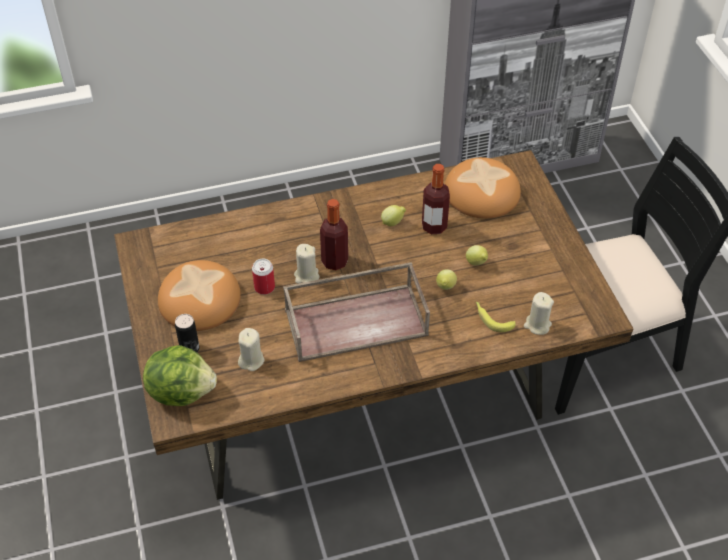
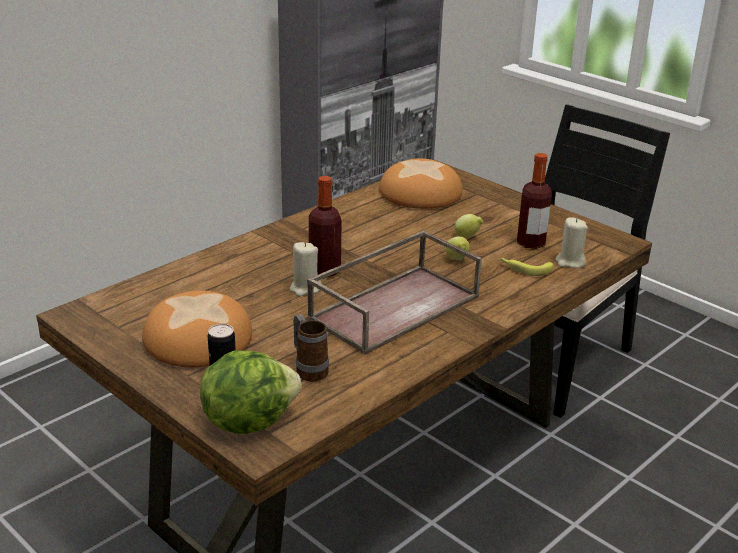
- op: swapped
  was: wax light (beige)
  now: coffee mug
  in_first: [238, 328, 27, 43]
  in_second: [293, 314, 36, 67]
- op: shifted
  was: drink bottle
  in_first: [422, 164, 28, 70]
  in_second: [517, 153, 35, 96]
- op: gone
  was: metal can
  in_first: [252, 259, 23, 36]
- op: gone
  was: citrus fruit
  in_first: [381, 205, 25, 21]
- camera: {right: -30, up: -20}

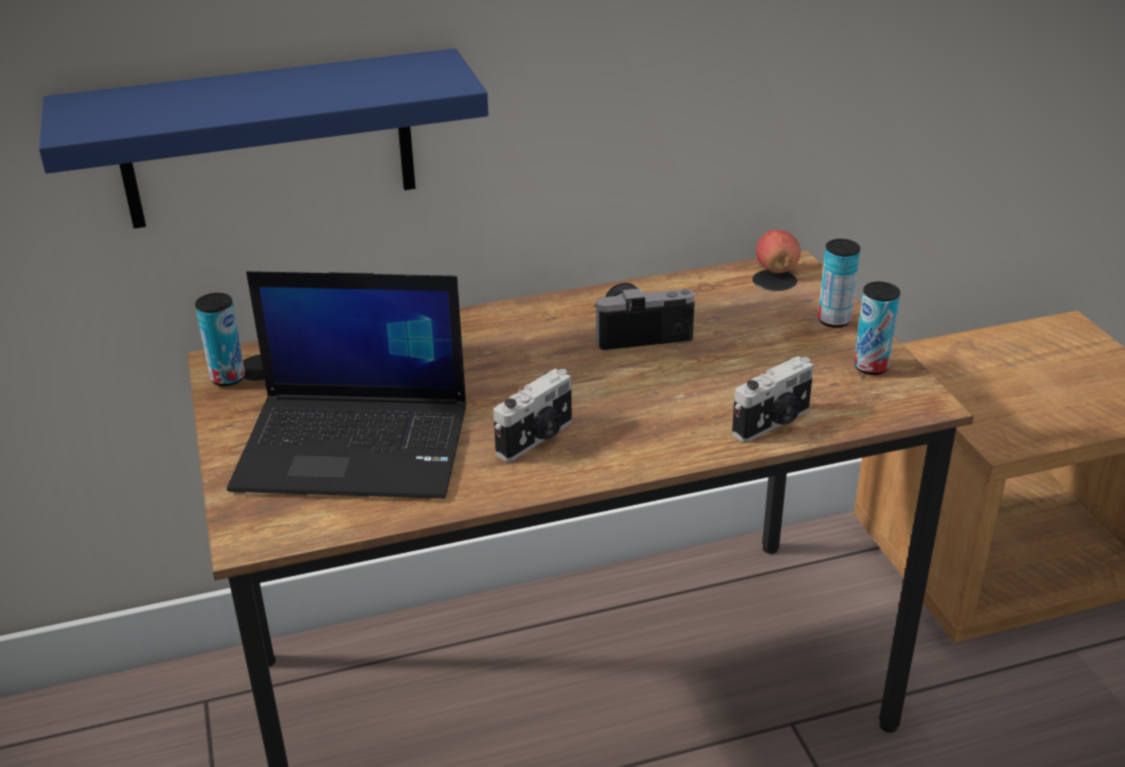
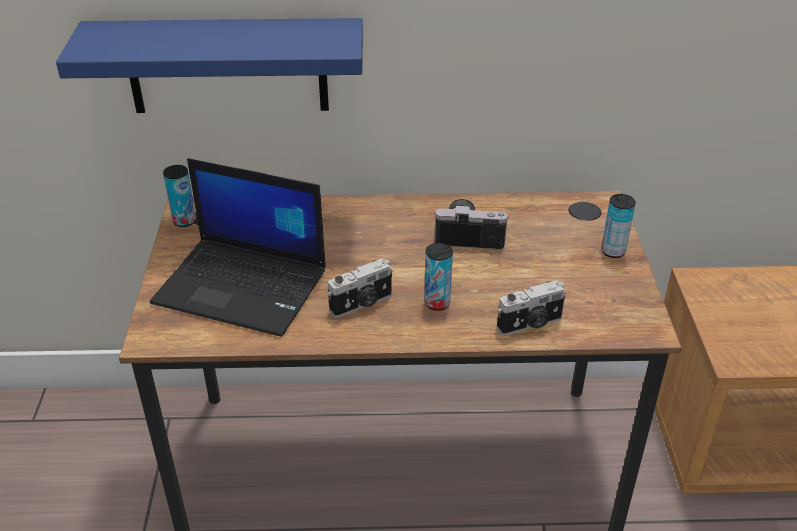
- op: shifted
  was: metal can
  in_first: [854, 282, 46, 93]
  in_second: [424, 243, 29, 68]
- op: gone
  was: whole apple
  in_first: [756, 230, 45, 43]
- camera: {right: 15, up: 5}

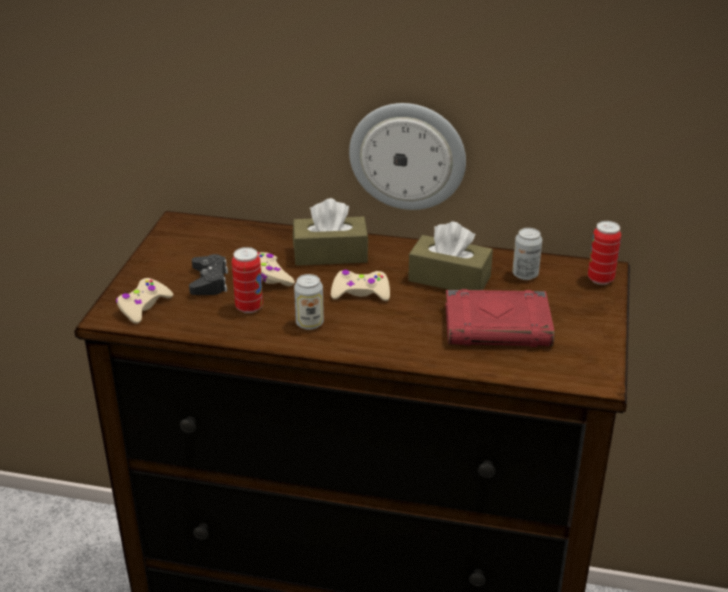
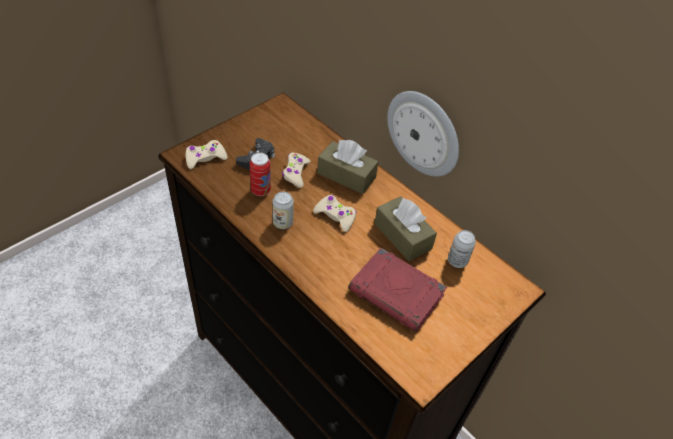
- op: gone
  was: metal can
  in_first: [588, 221, 33, 64]
- camera: {right: 30, up: 15}

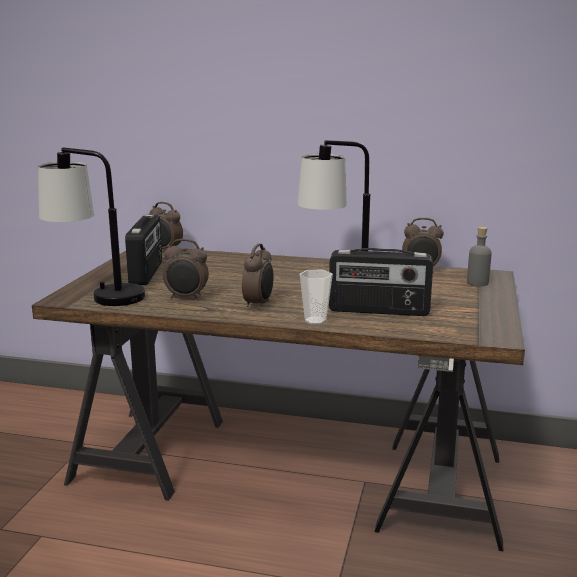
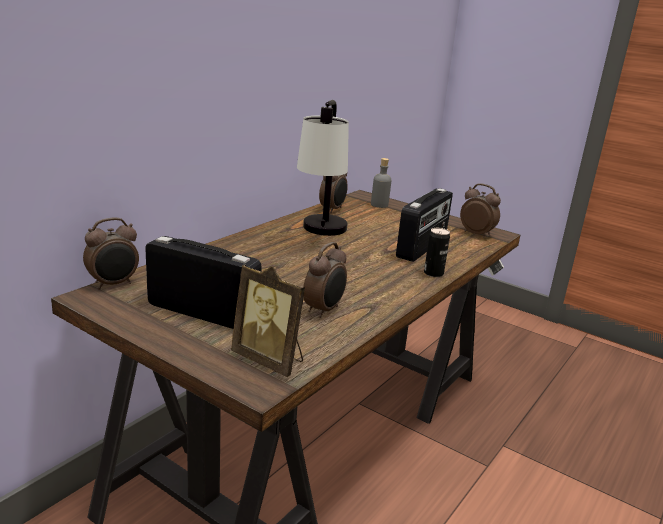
- op: swapped
  was: table lamp
  now: standing frame
  in_first: [38, 147, 107, 159]
  in_second: [231, 264, 74, 113]
- op: swapped
  was: small cup
  now: metal can
  in_first: [300, 270, 33, 55]
  in_second: [424, 228, 26, 49]
- op: shifted
  was: table clock
  in_first: [242, 244, 32, 66]
  in_second: [460, 184, 41, 54]
- camera: {right: -70, up: 5}

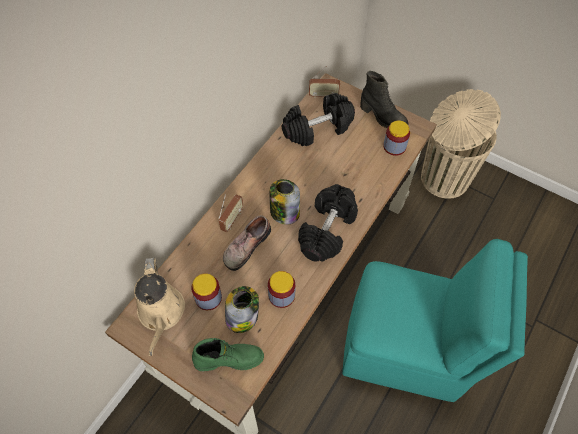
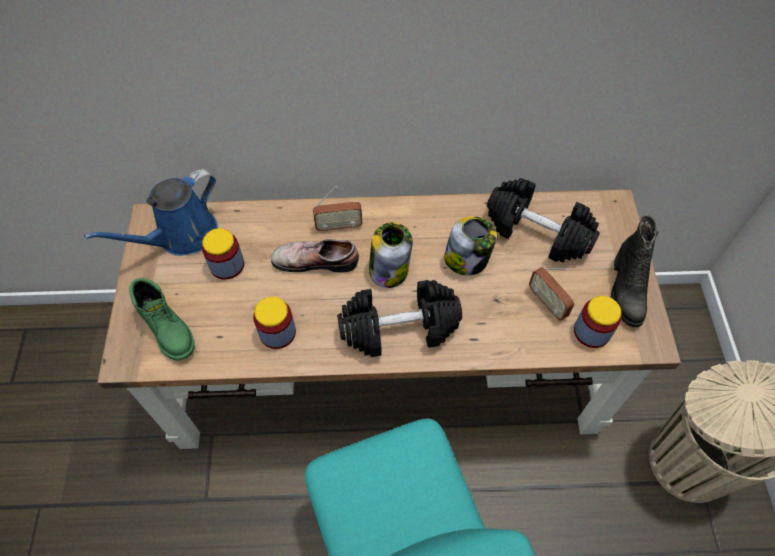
- op: repainted
  was: sprinkling can (beige)
  now: sprinkling can (blue)
  in_first: [134, 257, 51, 99]
  in_second: [84, 169, 134, 87]
- op: shifted
  was: jar
  in_first: [225, 286, 34, 47]
  in_second: [444, 216, 53, 59]
- op: shifted
  was: radio
  in_first: [309, 66, 31, 32]
  in_second: [529, 267, 45, 54]
- camera: {right: 55, up: 0}

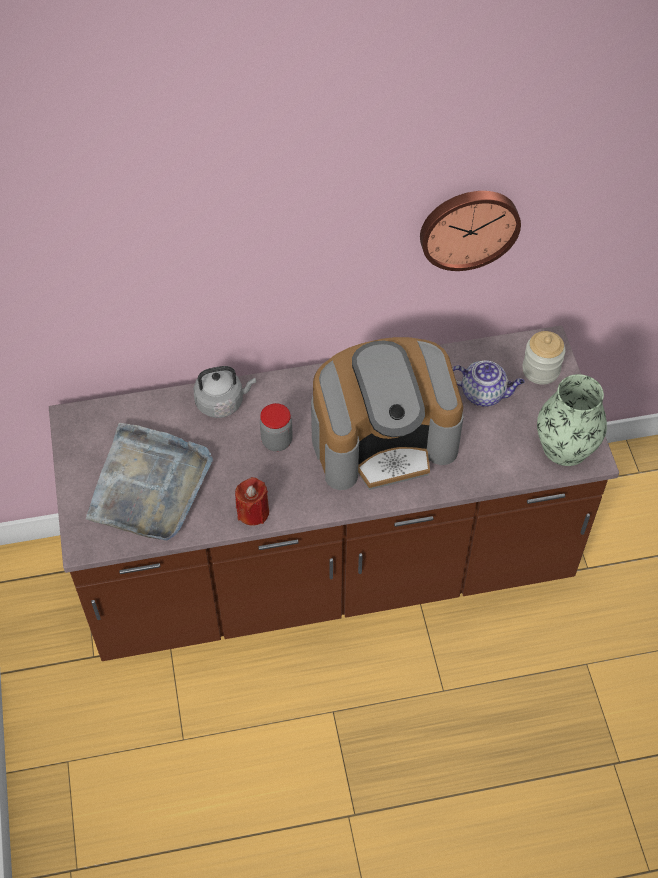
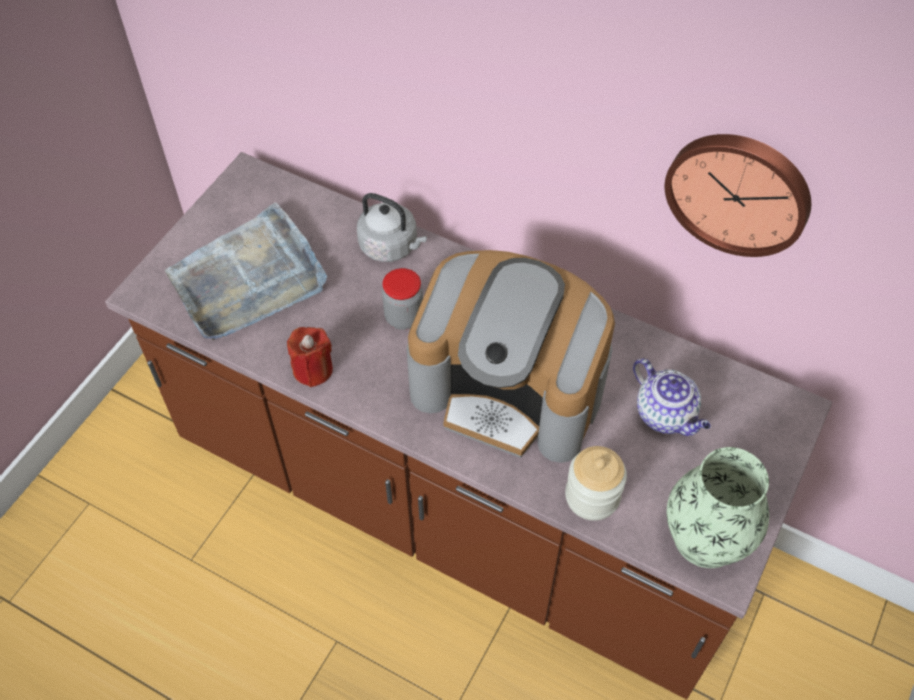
- op: shifted
  was: jar
  in_first: [522, 331, 44, 54]
  in_second: [565, 446, 62, 75]
- camera: {right: 40, up: 0}

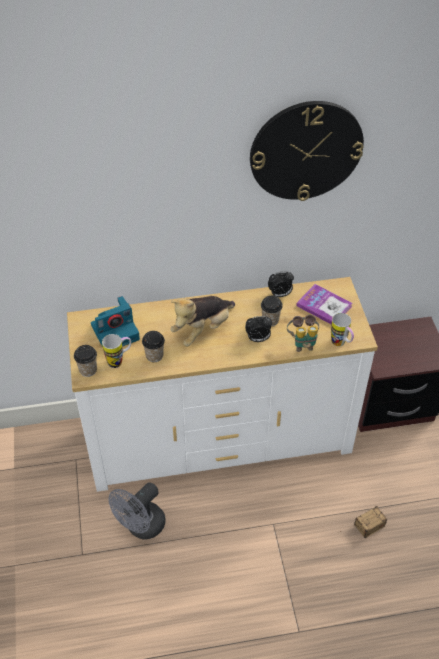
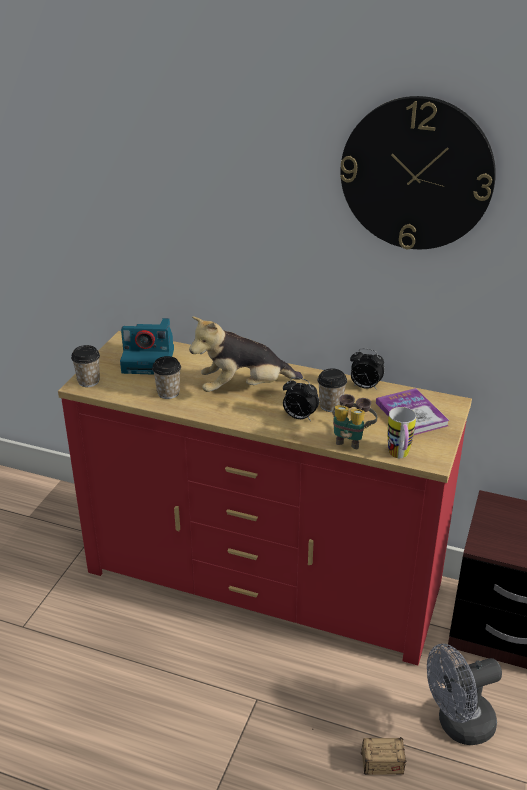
- op: repainted
  was: chest of drawers (whitish)
  now: chest of drawers (red-coloured)
  in_first: [67, 277, 311, 215]
  in_second: [58, 331, 414, 335]
- op: shifted
  was: electric fan (greyish)
  in_first: [108, 482, 58, 58]
  in_second: [427, 644, 75, 101]
- op: gone
  was: coffee mug
  in_first: [102, 334, 29, 34]
- camera: {right: 30, up: -15}

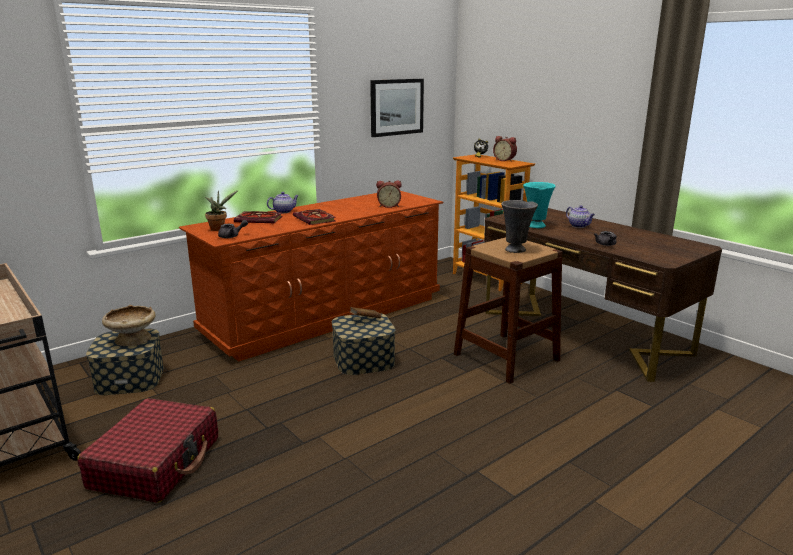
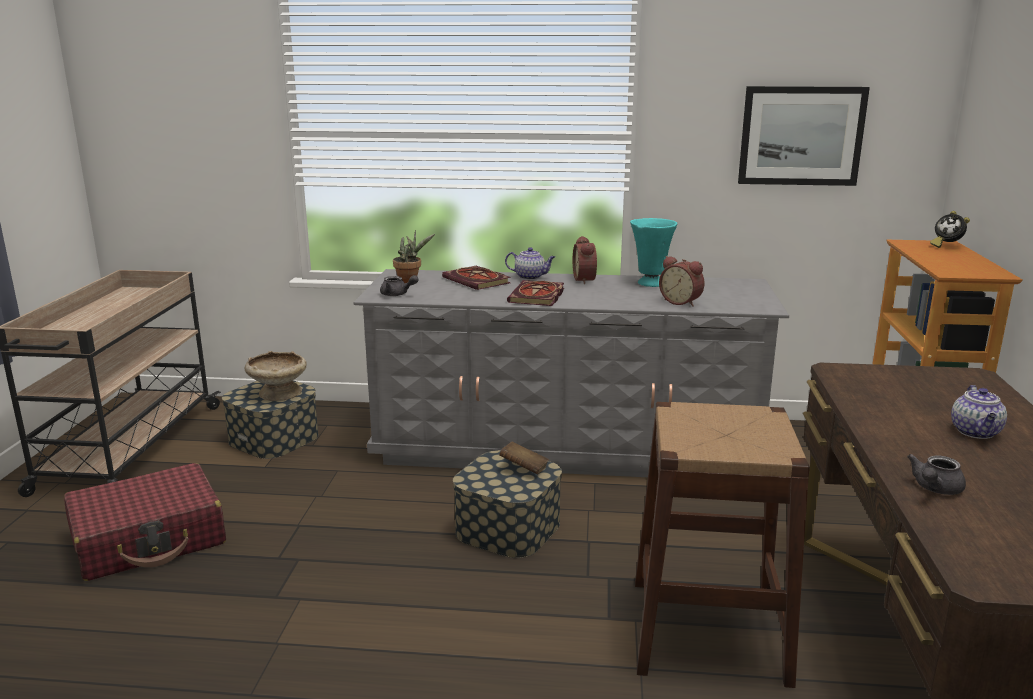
- op: repainted
  was: chest of drawers (brown)
  now: chest of drawers (greyish)
  in_first: [179, 191, 264, 171]
  in_second: [353, 269, 436, 208]
- op: shifted
  was: table clock
  in_first: [493, 136, 24, 26]
  in_second: [573, 236, 24, 48]
- op: shifted
  was: vase (blue-green)
  in_first: [523, 182, 33, 46]
  in_second: [630, 218, 47, 69]
- op: gone
  was: vase (greyish)
  in_first: [501, 200, 37, 53]
- camera: {right: 45, up: 0}

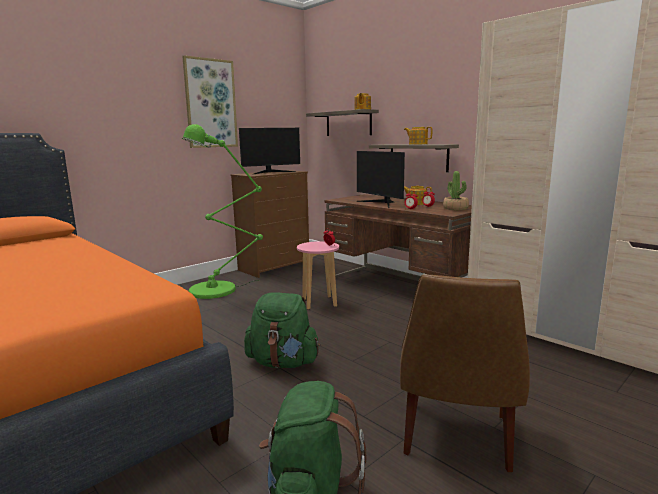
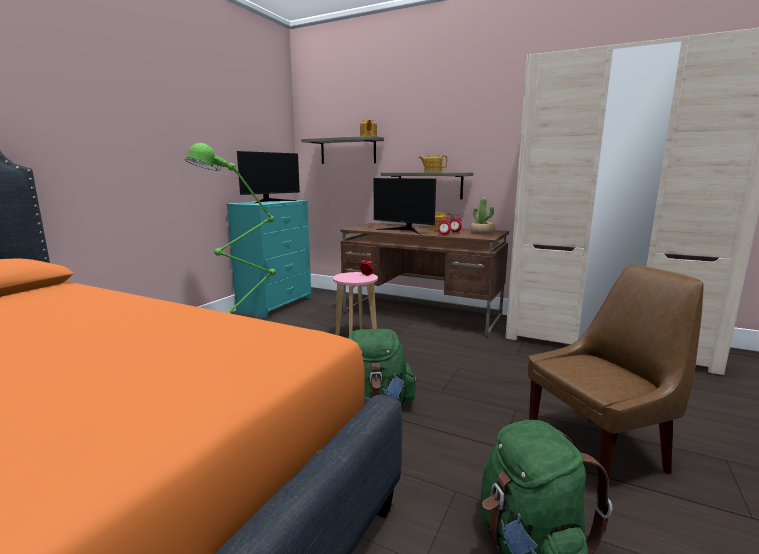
- op: repainted
  was: chest of drawers (brown)
  now: chest of drawers (blue-green)
  in_first: [231, 170, 78, 108]
  in_second: [226, 200, 85, 117]
- op: rotated
  was: upright chair (brown)
  in_first: [400, 274, 130, 198]
  in_second: [528, 265, 176, 227]
  clockwise: -105
- op: gone
  was: wall picture
  in_first: [182, 55, 56, 93]
- camera: {right: -20, up: 0}

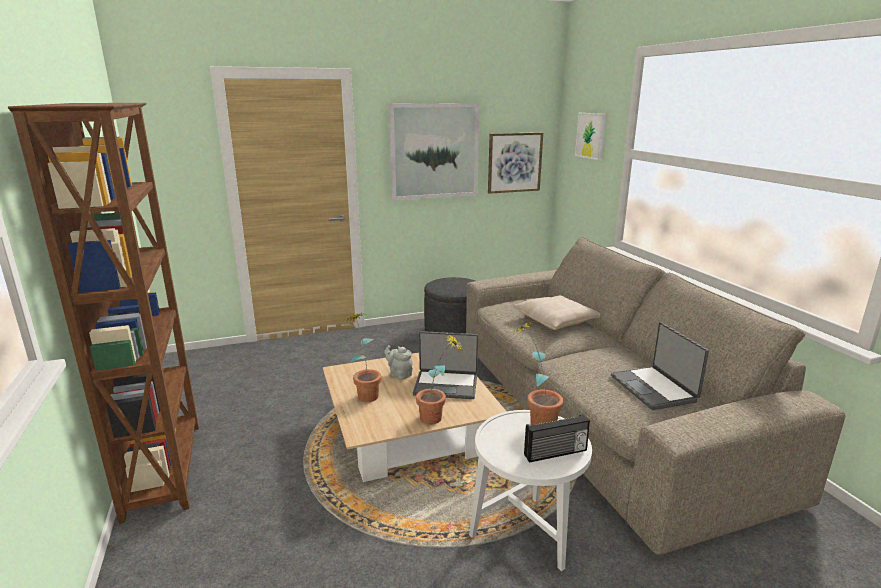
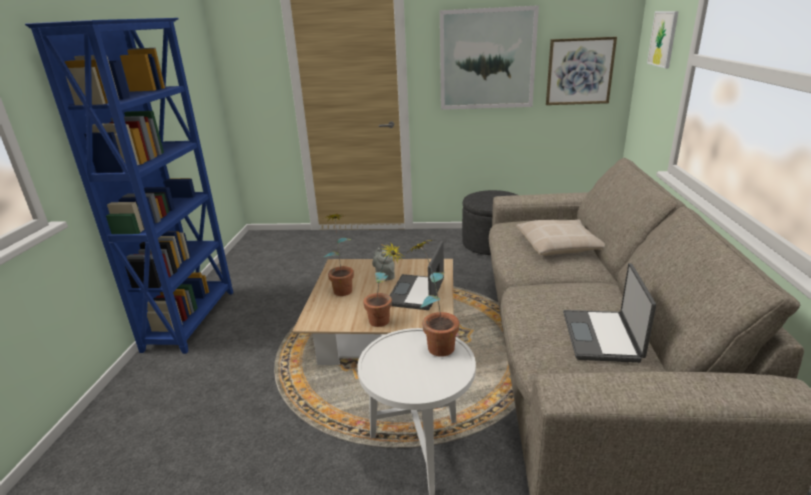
- op: repainted
  was: shelving unit (brown)
  now: shelving unit (blue)
  in_first: [8, 103, 191, 421]
  in_second: [25, 18, 208, 336]
- op: rotated
  was: notebook computer
  in_first: [413, 331, 65, 68]
  in_second: [389, 241, 55, 69]
  clockwise: 75
- op: gone
  was: radio
  in_first: [524, 414, 66, 49]
- camera: {right: 25, up: 5}

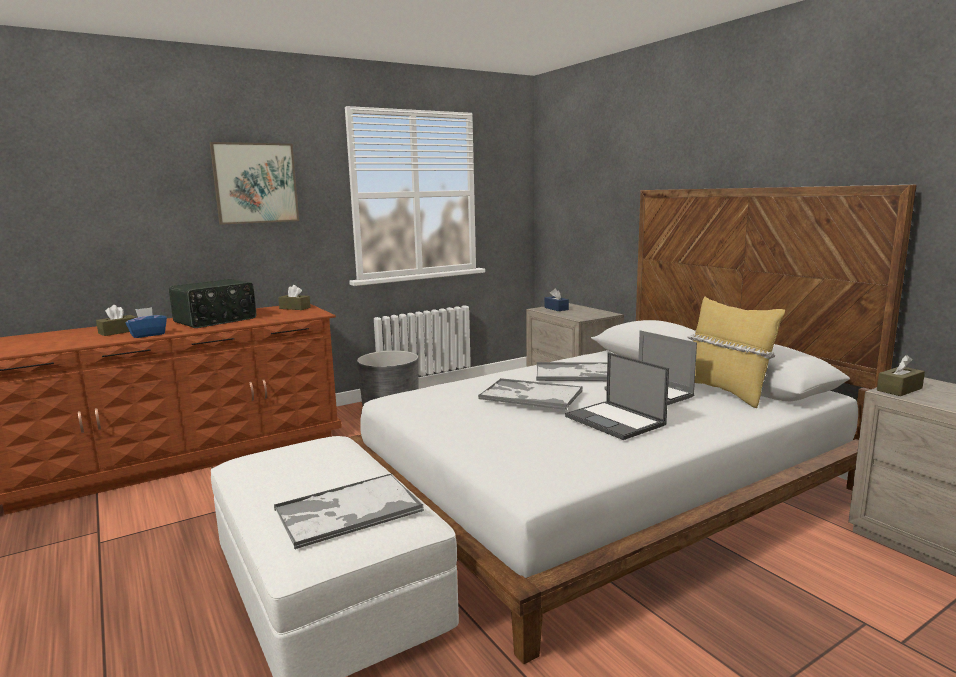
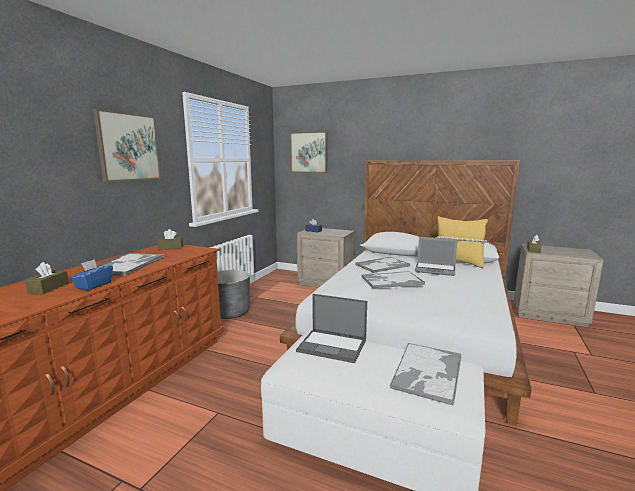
- op: swapped
  was: radio
  now: serving tray
  in_first: [169, 279, 88, 49]
  in_second: [84, 253, 80, 23]
- op: new
  now: wall picture
  in_second: [290, 131, 38, 42]
- op: shifted
  was: notebook computer
  in_first: [565, 352, 104, 88]
  in_second: [296, 294, 71, 69]
- camera: {right: -35, up: 0}

